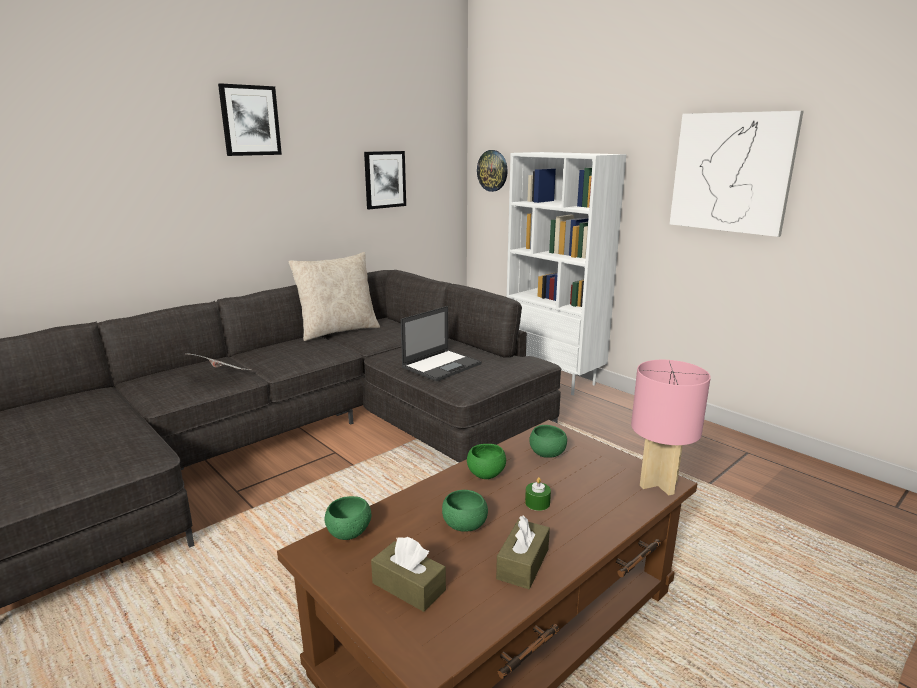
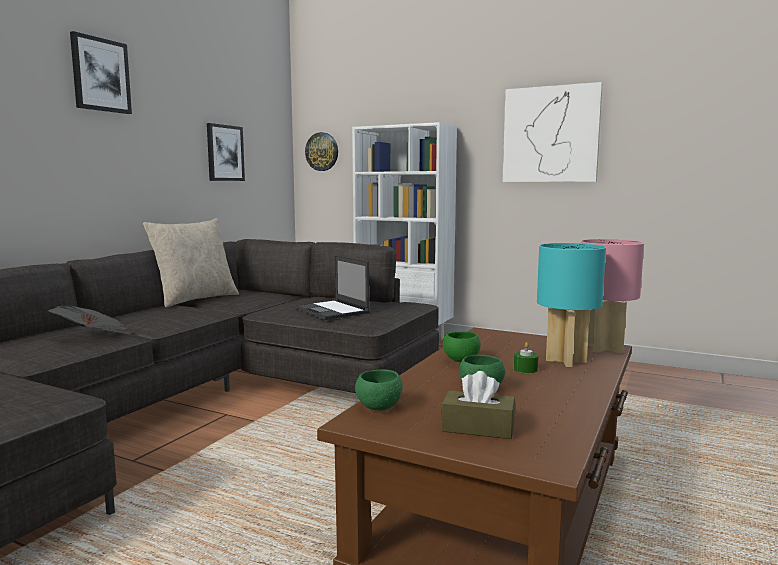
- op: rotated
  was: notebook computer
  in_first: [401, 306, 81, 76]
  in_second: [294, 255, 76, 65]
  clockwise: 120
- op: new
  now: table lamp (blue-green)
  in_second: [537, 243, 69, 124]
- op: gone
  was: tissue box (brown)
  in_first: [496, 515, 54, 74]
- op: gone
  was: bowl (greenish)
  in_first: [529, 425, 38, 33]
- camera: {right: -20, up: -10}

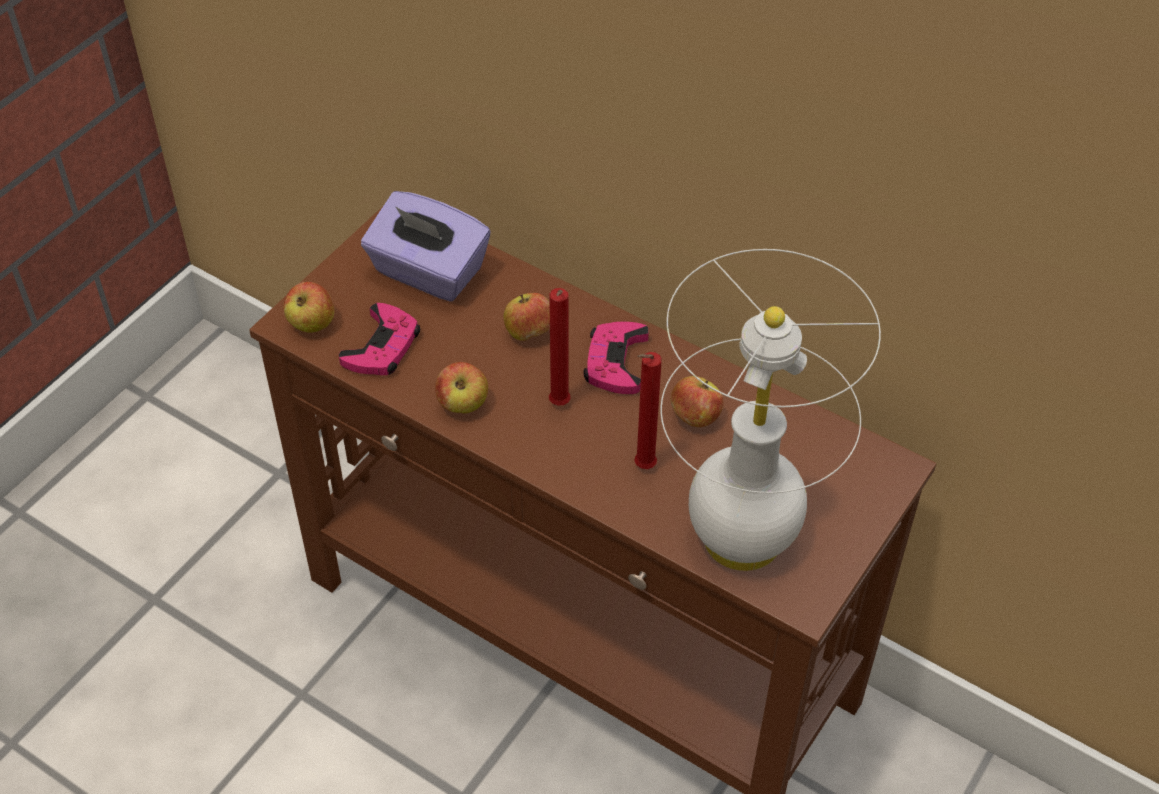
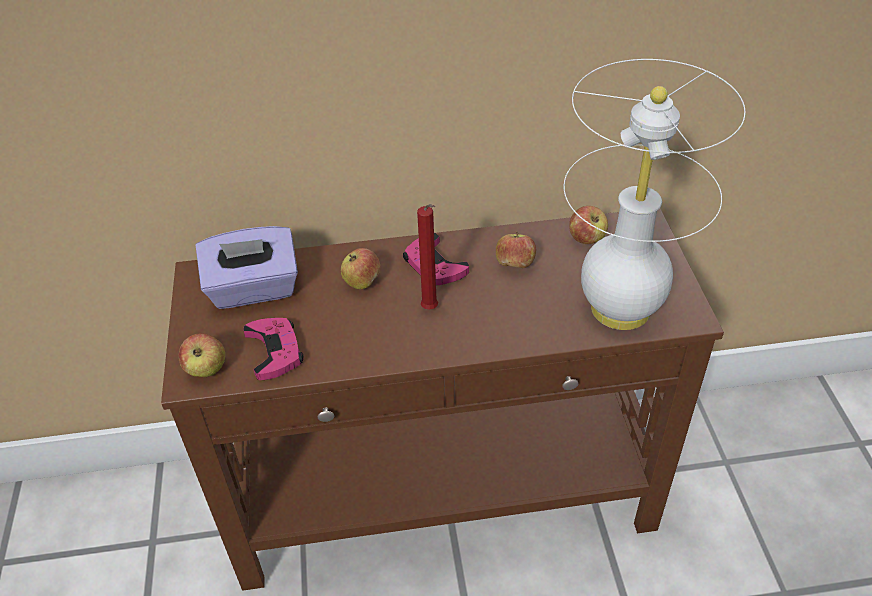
- op: shifted
  was: whole apple
  in_first: [435, 362, 53, 51]
  in_second: [569, 206, 39, 38]
- op: gone
  was: wax light (red-coloured)
  in_first: [634, 352, 28, 117]
- camera: {right: -40, up: -5}

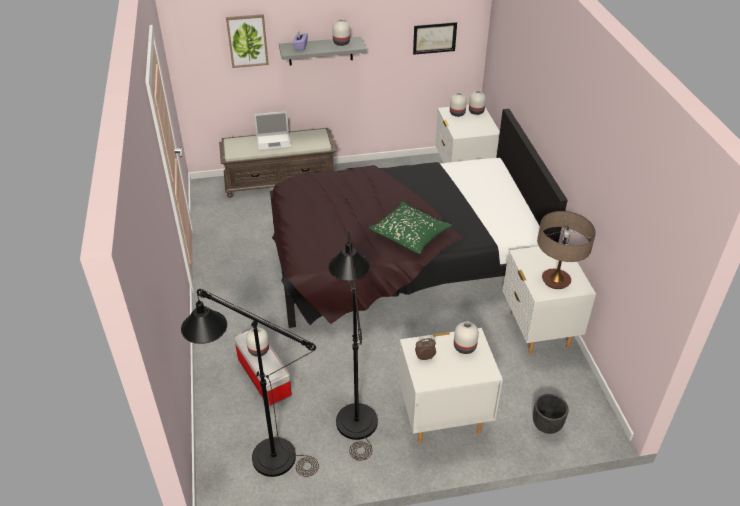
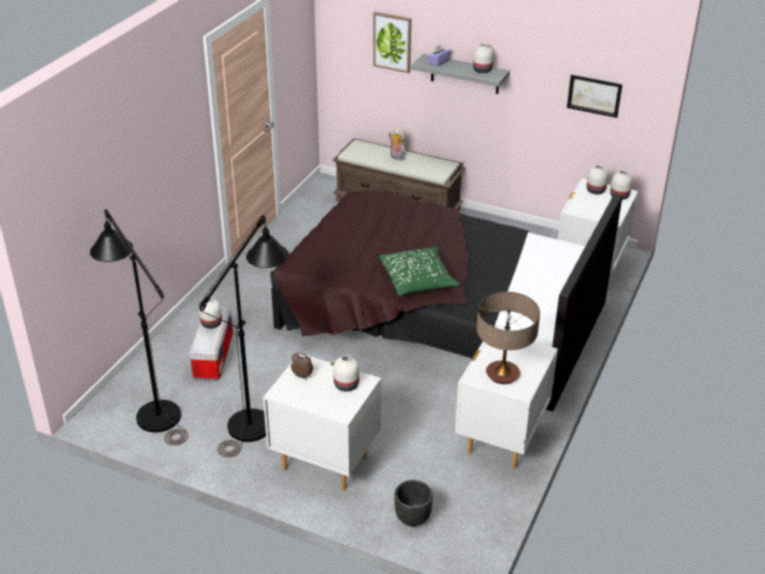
- op: swapped
  was: notebook computer
  now: plush toy
  in_first: [254, 111, 38, 40]
  in_second: [389, 129, 17, 32]
- camera: {right: 35, up: -5}

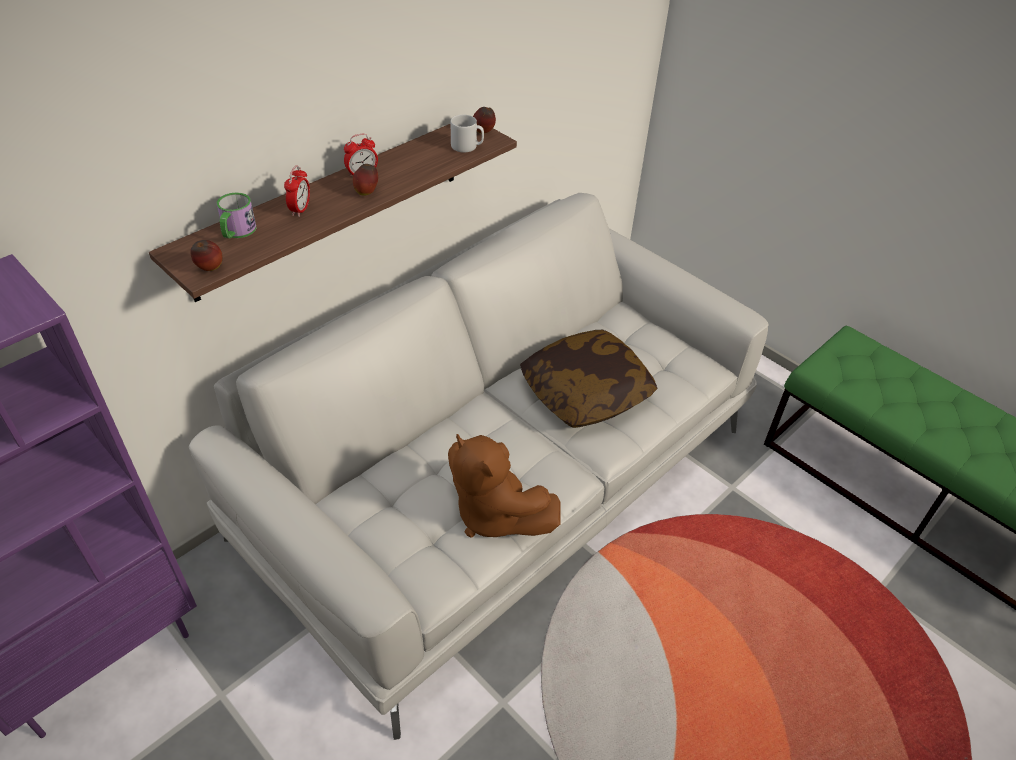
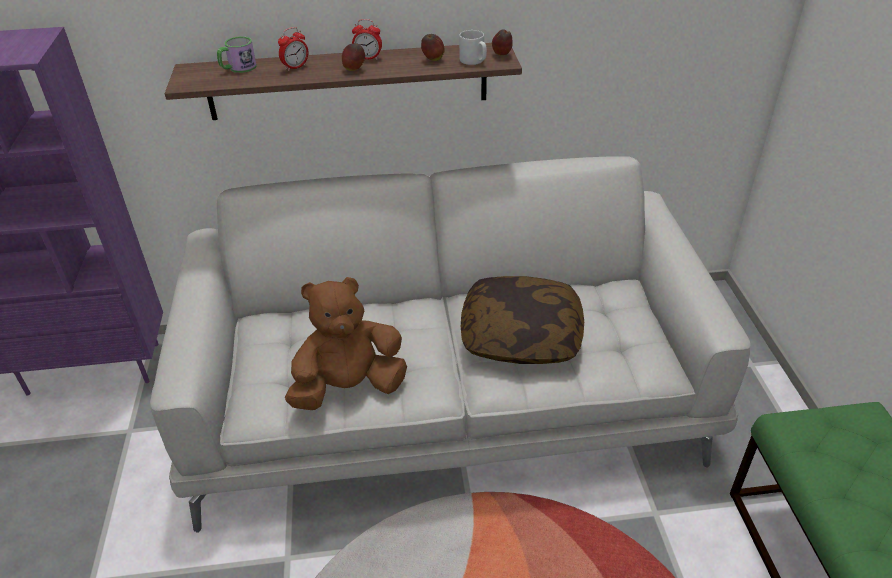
- op: rotated
  was: plush toy (brown)
  in_first: [448, 434, 113, 104]
  in_second: [285, 277, 122, 133]
  clockwise: 75
- op: shifted
  was: whole apple
  in_first: [190, 240, 33, 31]
  in_second: [421, 34, 23, 27]
- camera: {right: 40, up: -5}

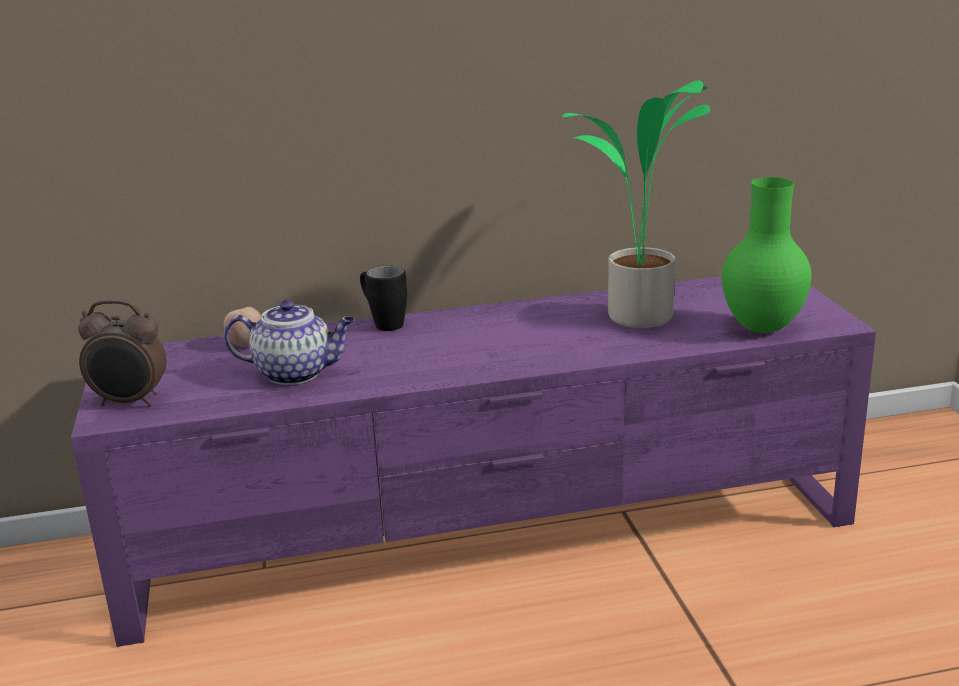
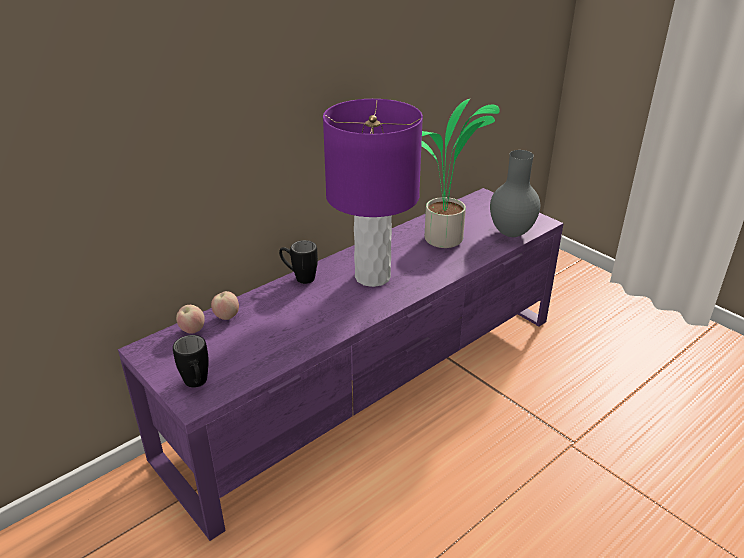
- op: swapped
  was: table clock
  now: coffee mug (black)
  in_first: [78, 299, 88, 108]
  in_second: [173, 335, 36, 53]
- op: new
  now: whole apple
  in_second: [176, 305, 29, 29]
- op: new
  now: table lamp (purplish)
  in_second: [323, 99, 100, 188]
- op: repainted
  was: vase (greenish)
  now: vase (greyish)
  in_first: [722, 177, 89, 156]
  in_second: [490, 150, 50, 87]
- op: gone
  was: tea pot
  in_first: [224, 300, 131, 85]
- camera: {right: -30, up: 10}

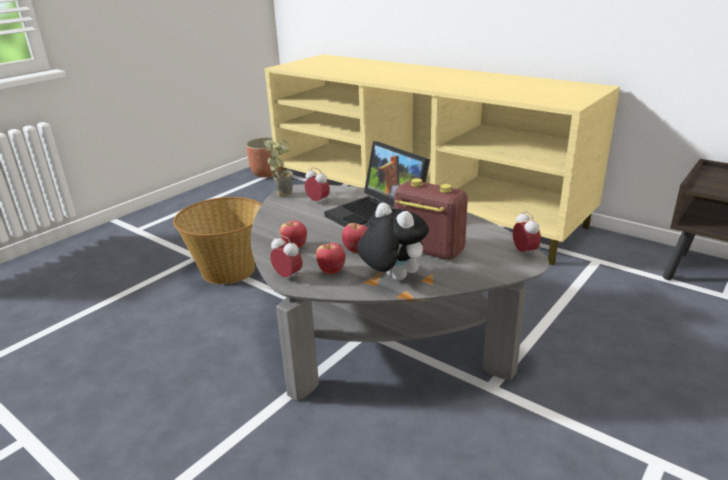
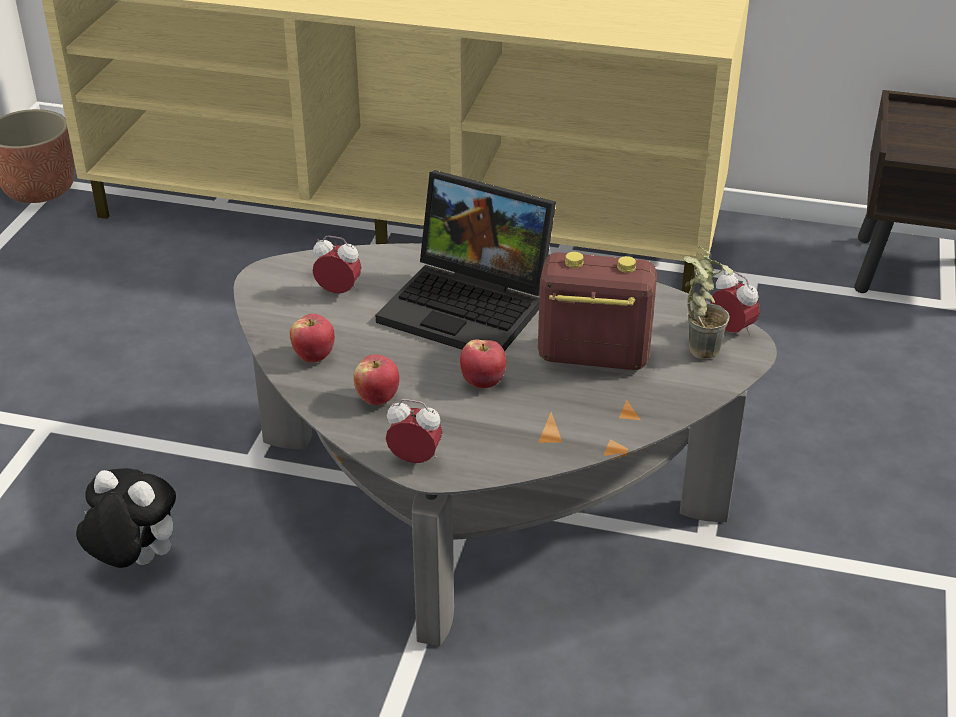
- op: shifted
  was: plush toy
  in_first: [357, 203, 72, 78]
  in_second: [76, 468, 100, 100]
- op: shifted
  was: whole apple
  in_first: [316, 243, 29, 31]
  in_second: [290, 314, 45, 49]
- op: shifted
  was: plant in a pot
  in_first: [264, 139, 29, 58]
  in_second: [683, 246, 50, 113]
- op: gone
  was: basket
  in_first: [173, 197, 89, 87]
- camera: {right: -25, up: 10}

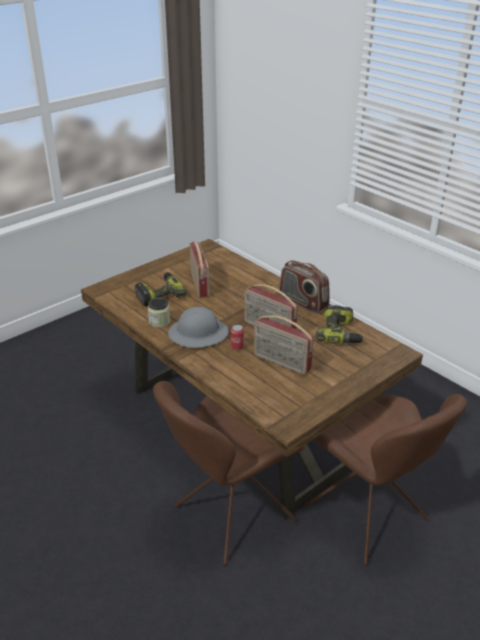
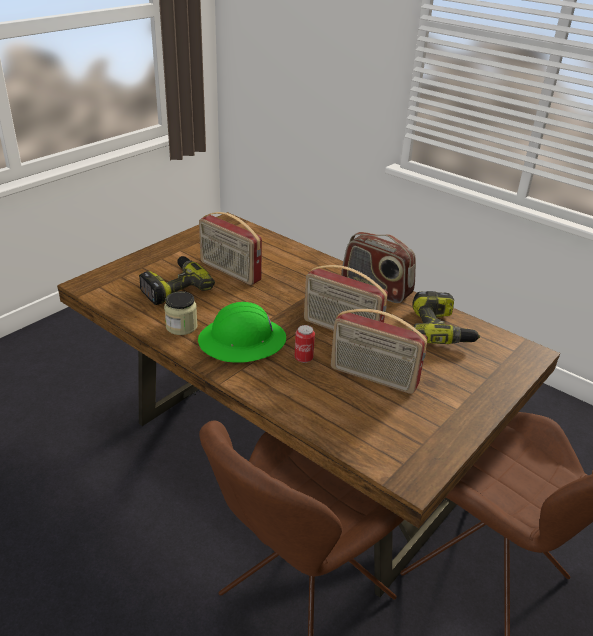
- op: repainted
  was: hard hat (greyish)
  now: hard hat (greenish)
  in_first: [168, 307, 61, 41]
  in_second: [198, 302, 88, 61]
- op: rotated
  was: radio
  in_first: [190, 241, 19, 57]
  in_second: [199, 212, 63, 73]
  clockwise: 150
- camera: {right: -10, up: 0}

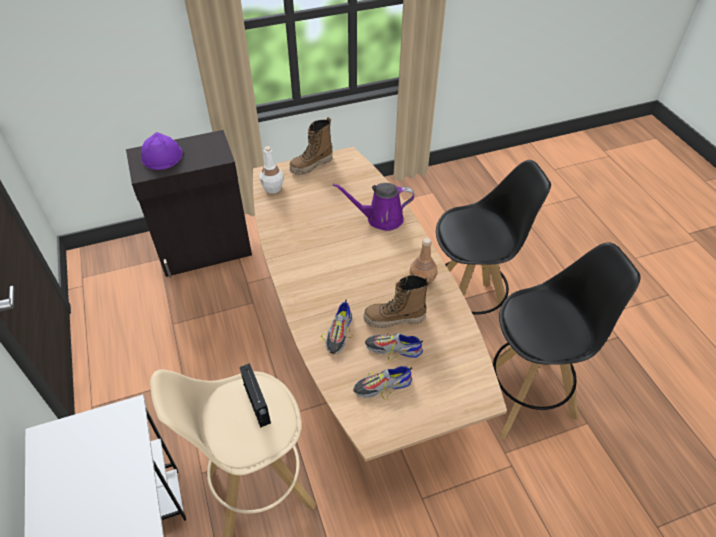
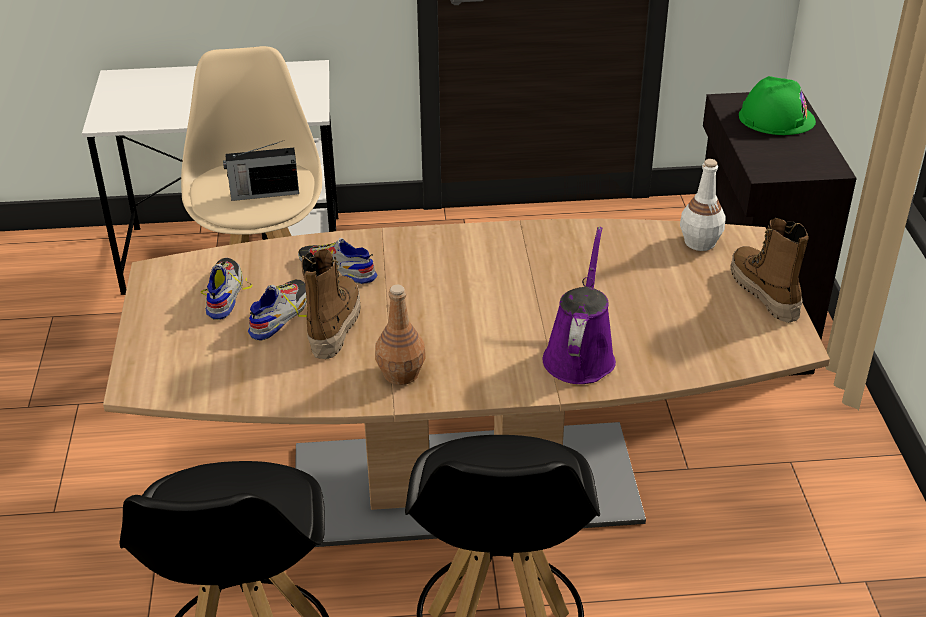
- op: repainted
  was: hard hat (purplish)
  now: hard hat (greenish)
  in_first: [141, 132, 42, 38]
  in_second: [739, 76, 77, 59]
- camera: {right: 105, up: -10}

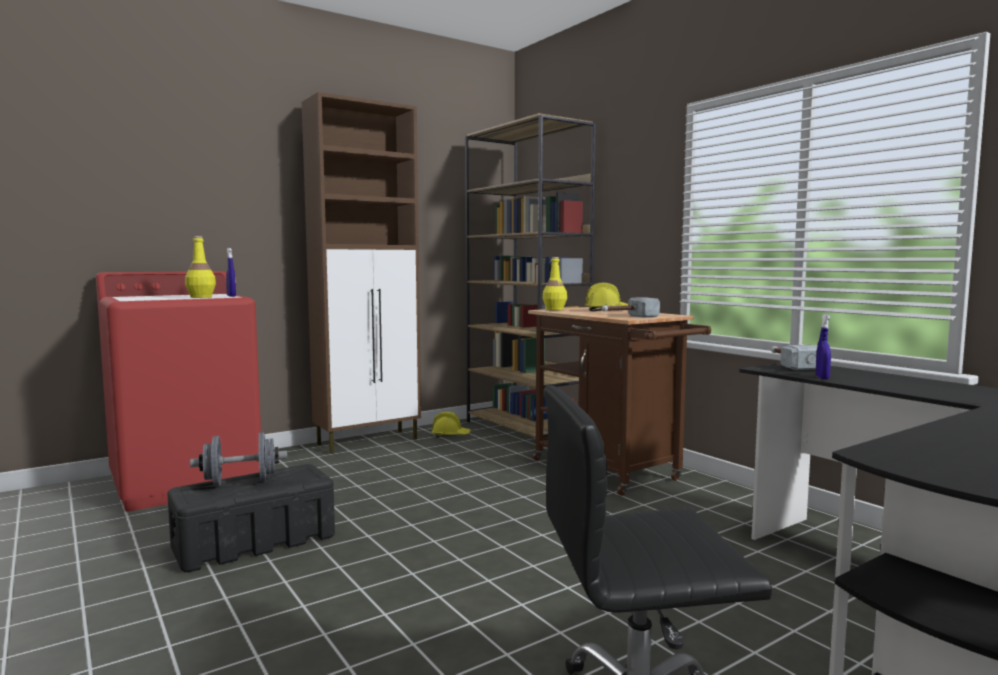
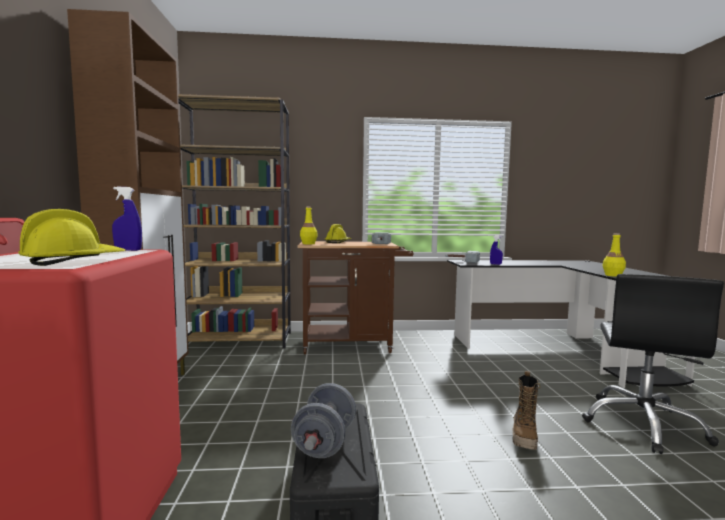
- op: shifted
  was: hard hat (yellowish)
  in_first: [432, 412, 39, 25]
  in_second: [18, 209, 108, 57]
- op: new
  now: high-top boot
  in_second: [512, 371, 29, 79]
- op: shifted
  was: drink bottle (yellowish)
  in_first: [185, 236, 31, 62]
  in_second: [603, 233, 23, 44]
- camera: {right: -60, up: 0}

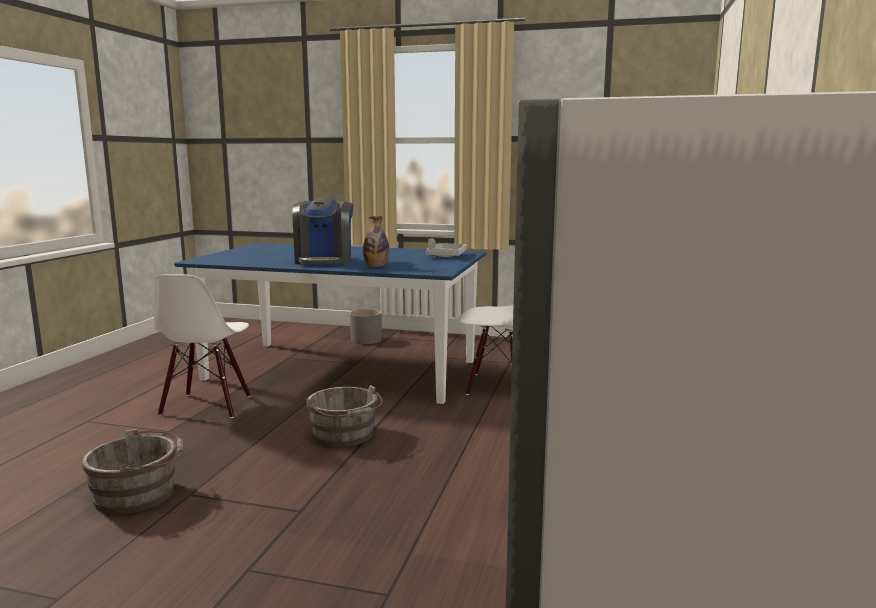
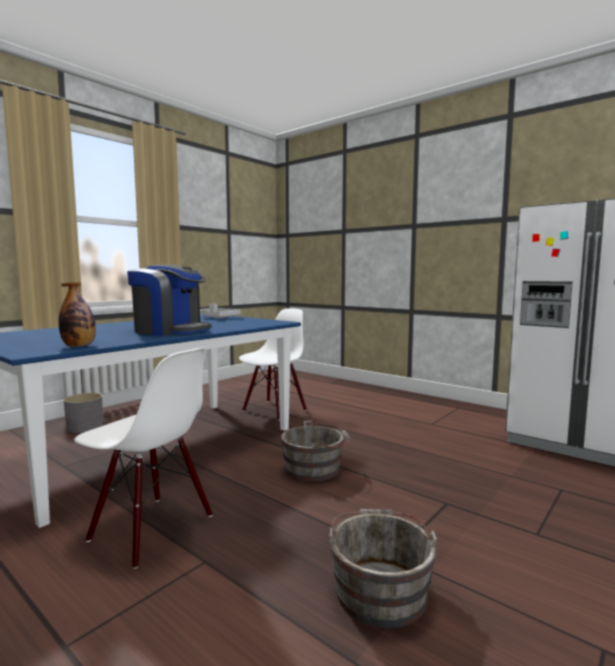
- op: shifted
  was: drink bottle
  in_first: [363, 216, 26, 51]
  in_second: [59, 282, 37, 65]
- camera: {right: -65, up: -5}

